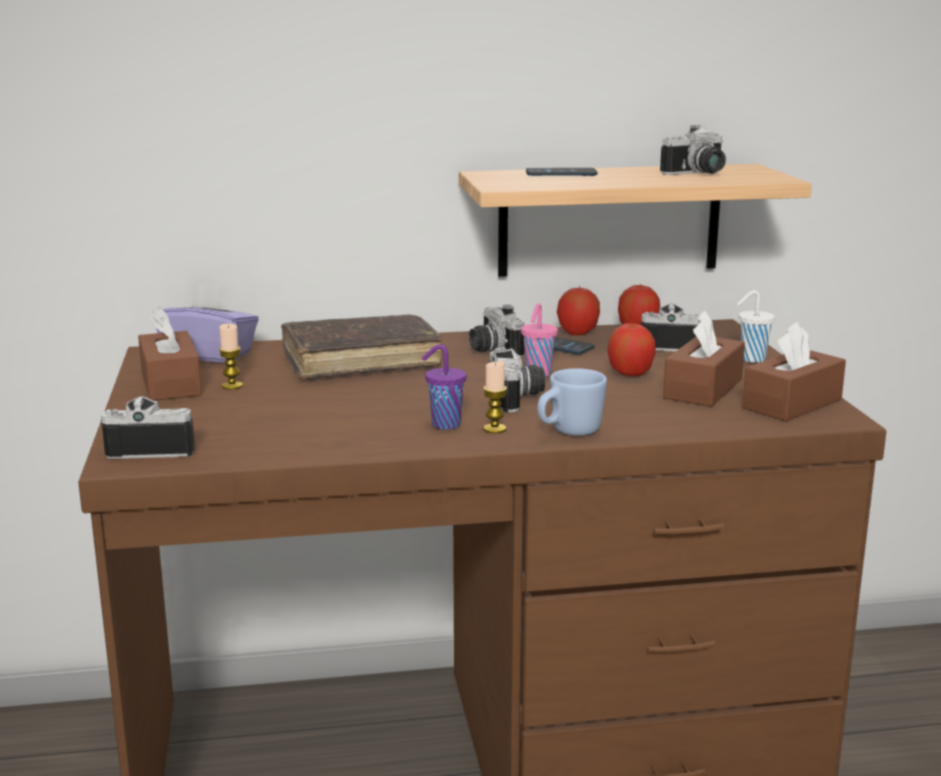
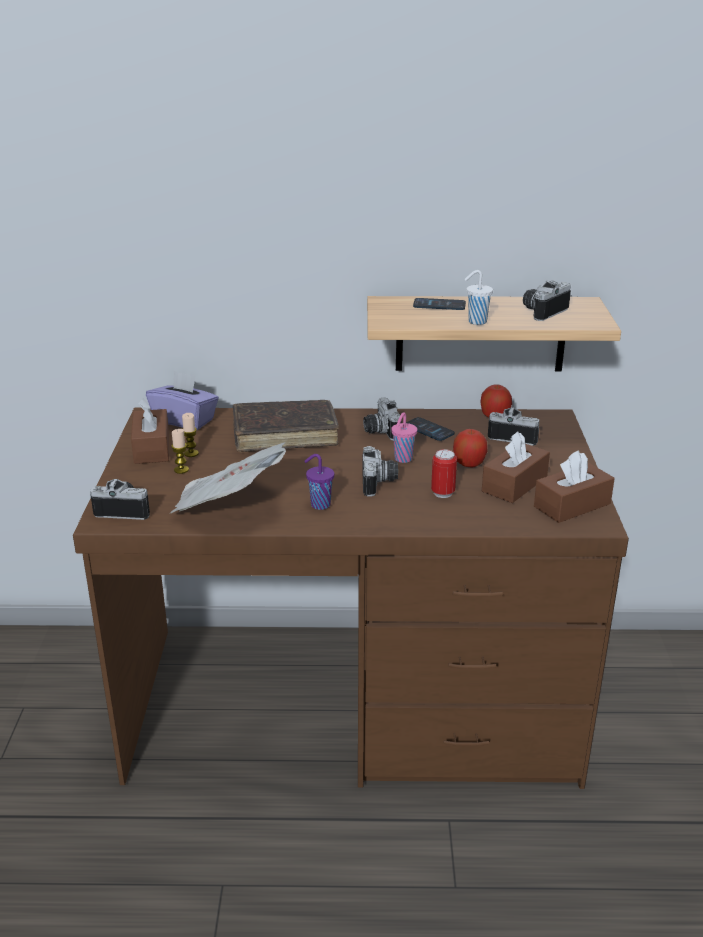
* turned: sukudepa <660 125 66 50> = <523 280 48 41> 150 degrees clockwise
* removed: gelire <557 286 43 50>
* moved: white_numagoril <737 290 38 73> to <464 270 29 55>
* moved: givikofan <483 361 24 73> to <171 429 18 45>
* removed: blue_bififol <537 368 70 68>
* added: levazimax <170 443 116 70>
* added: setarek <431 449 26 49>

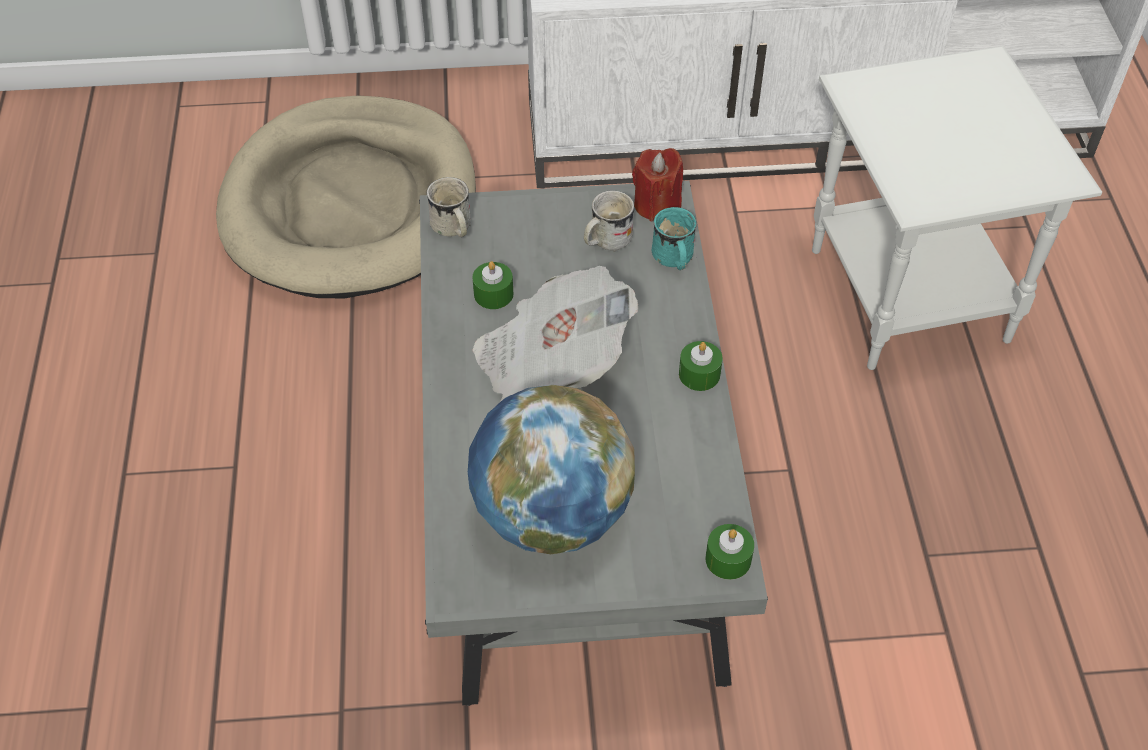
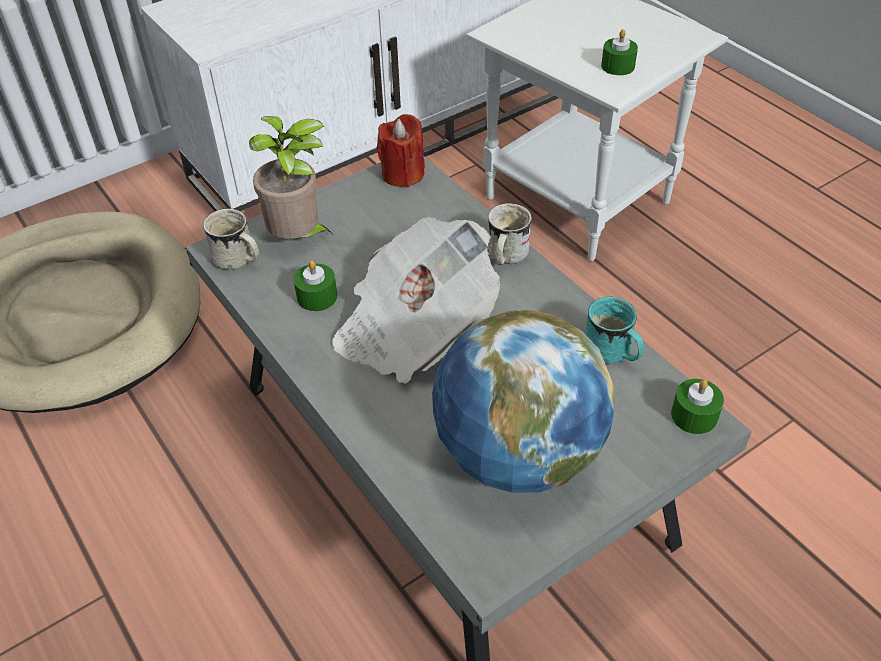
* moved: white_bififol <584 190 50 62> to <487 203 45 62>
* moved: turquoise_bififol <651 207 46 63> to <585 297 58 66>
* moved: green_givikofan <679 341 44 50> to <601 29 37 46>
* added: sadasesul <249 116 82 123>

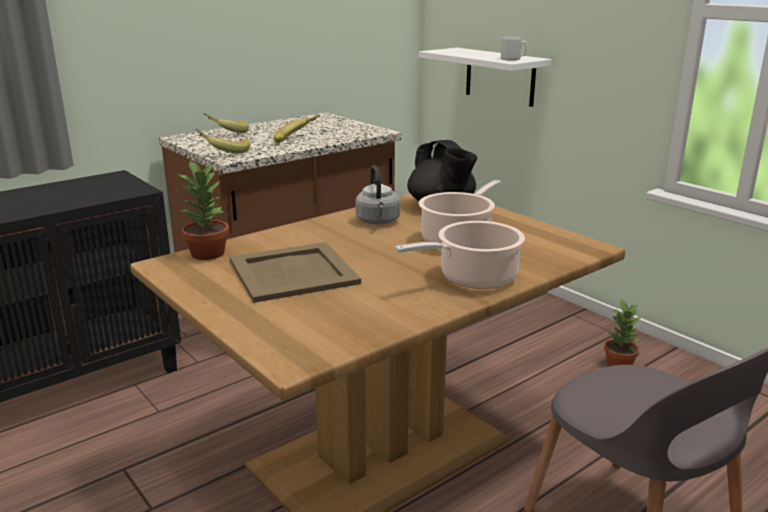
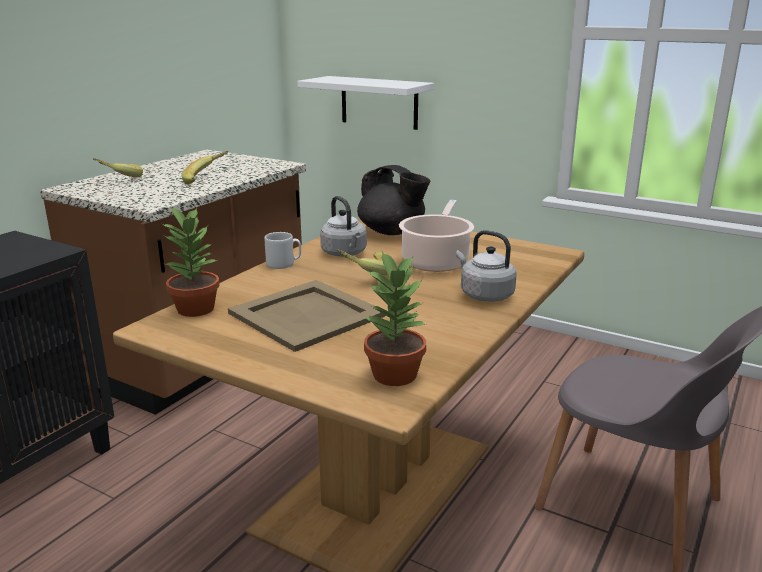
* moved: grey_bififol <501 37 26 24> to <264 232 37 37>
* moved: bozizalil <196 129 54 25> to <337 249 51 26>
* replaced: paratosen <395 221 130 68> to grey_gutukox <456 230 61 72>
* moved: sadasesul <604 299 37 67> to <363 251 63 135>

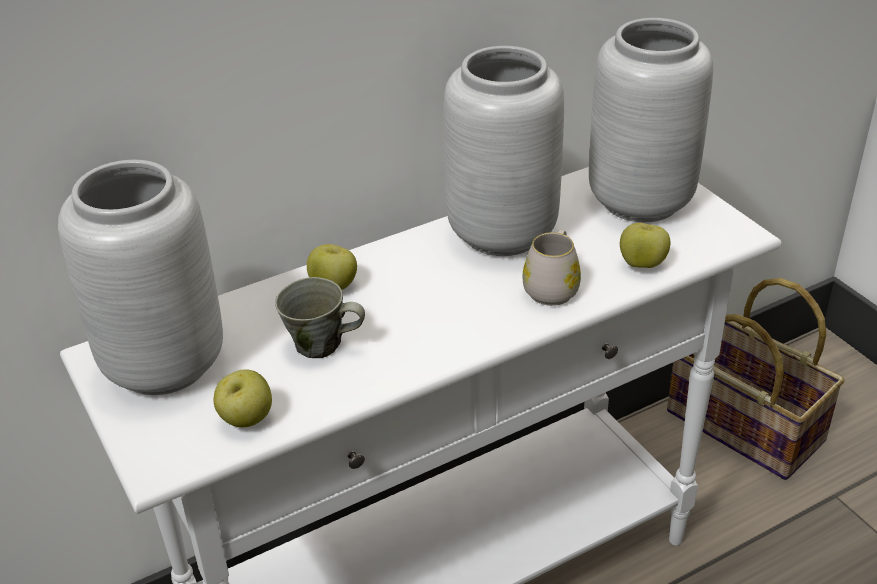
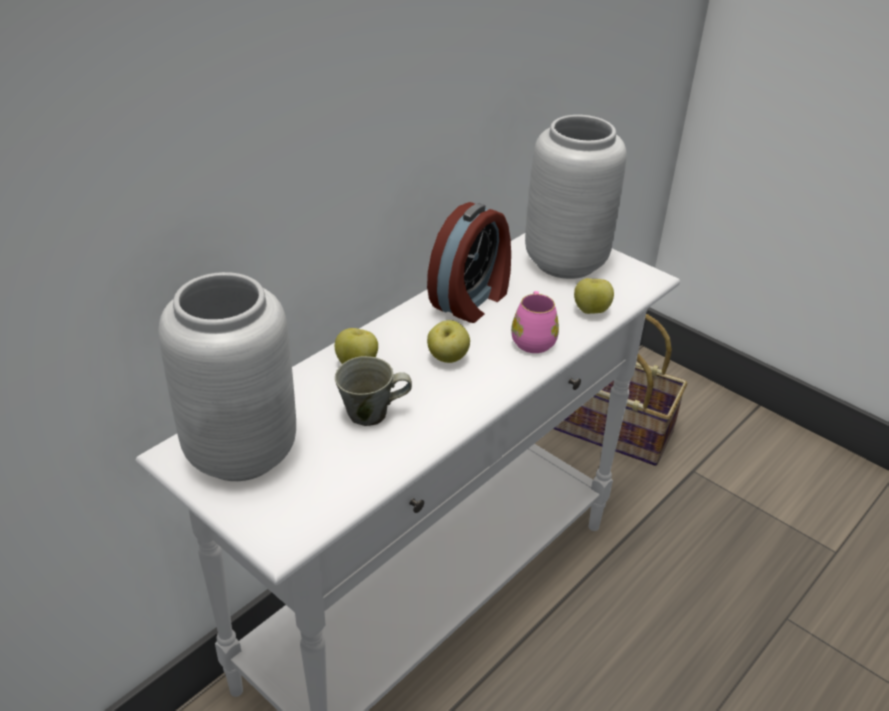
* replaced: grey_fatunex <443 46 121 210> to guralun <427 202 84 121>
* recoloured: white_bififol <522 230 59 76> to pink_bififol <511 291 48 62>
* moved: gelire <214 369 58 58> to <427 320 43 43>

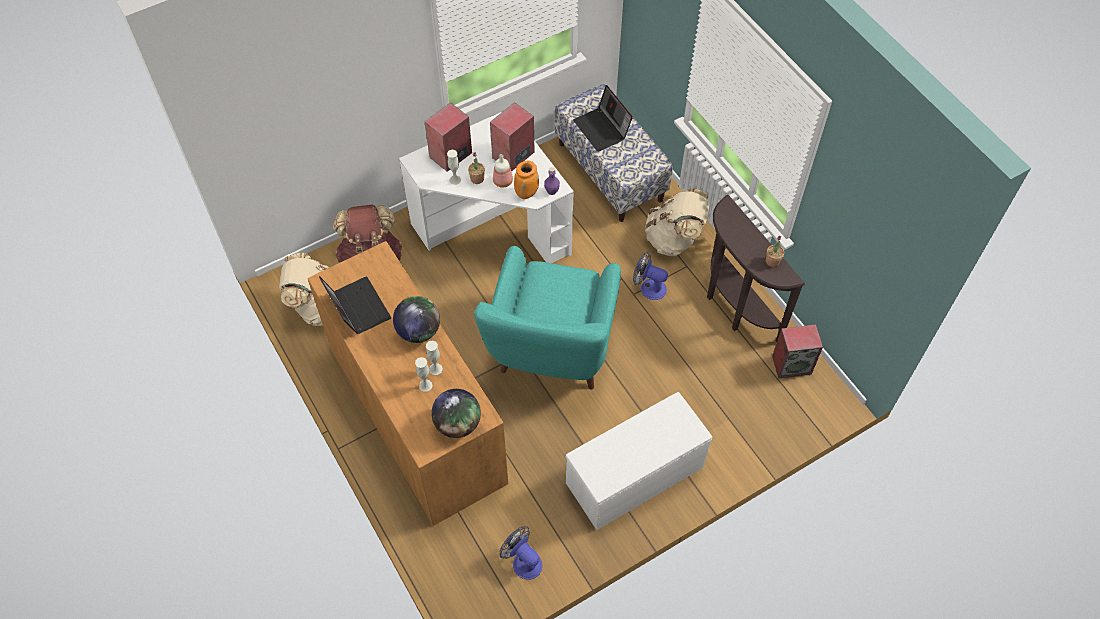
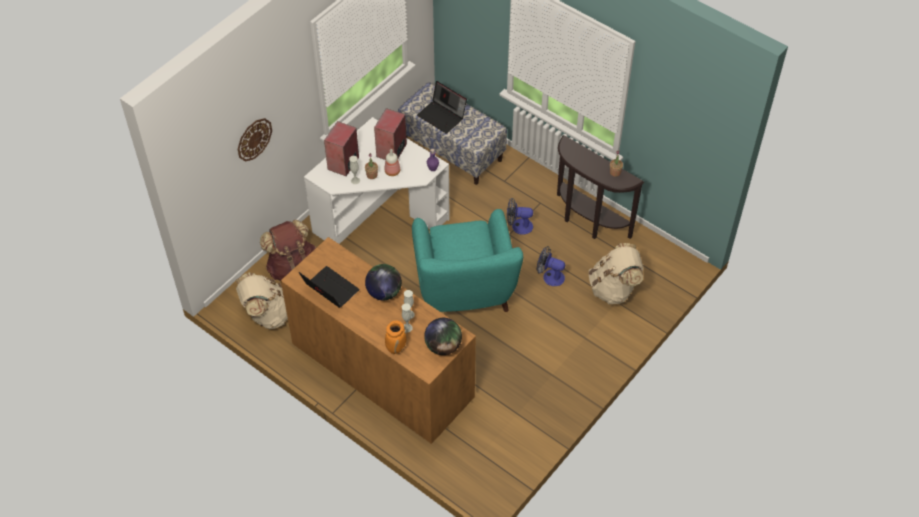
* moved: orange_fatunex <514 161 25 38> to <385 320 22 34>
* moved: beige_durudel <645 188 64 68> to <588 243 55 61>
* removed: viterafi <772 324 51 55>
* removed: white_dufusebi <566 392 146 138>
* moved: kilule <500 526 43 54> to <537 246 28 40>
* added: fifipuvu <238 118 34 44>

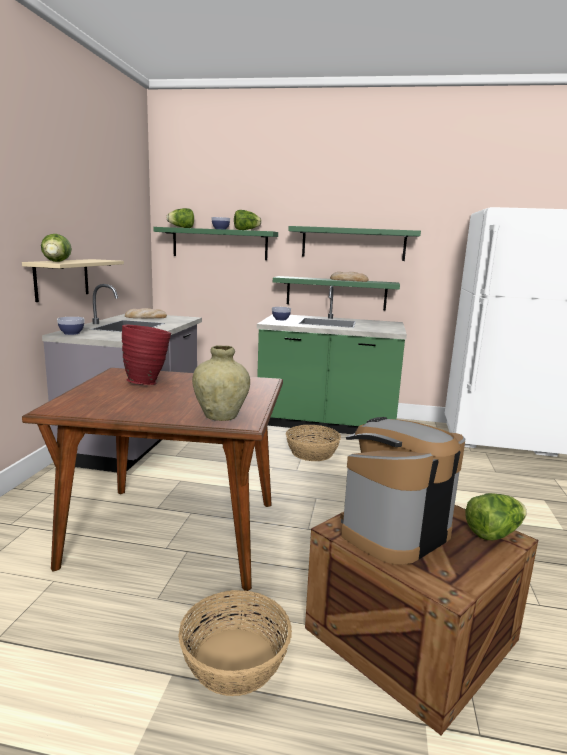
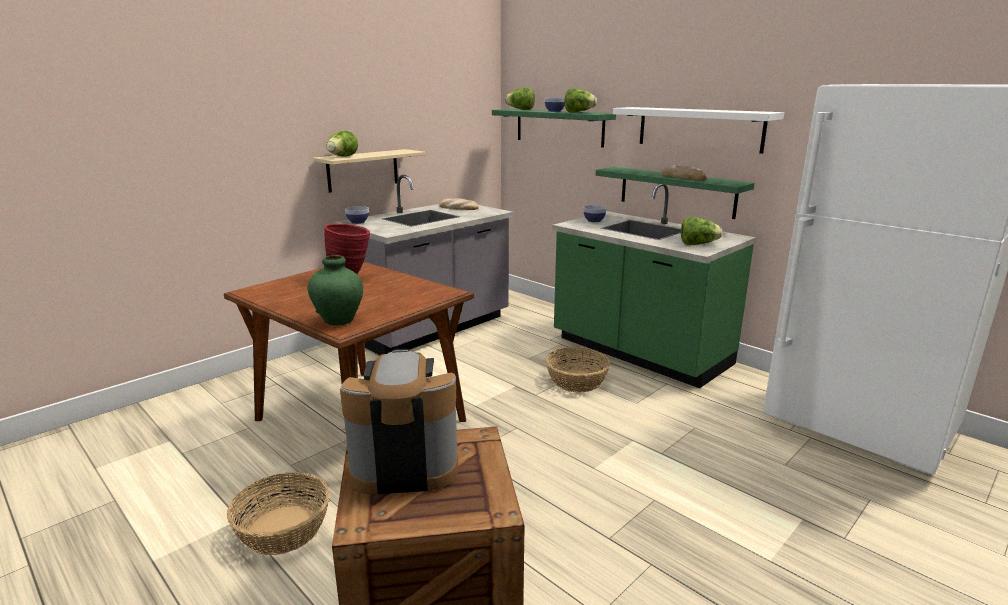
* recoloured: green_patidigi <288 226 133 35> to white_patidigi <613 107 171 47>
* recoloured: beige_fatunex <192 345 58 76> to green_fatunex <308 255 55 70>
* moved: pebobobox <465 493 62 47> to <681 217 41 28>

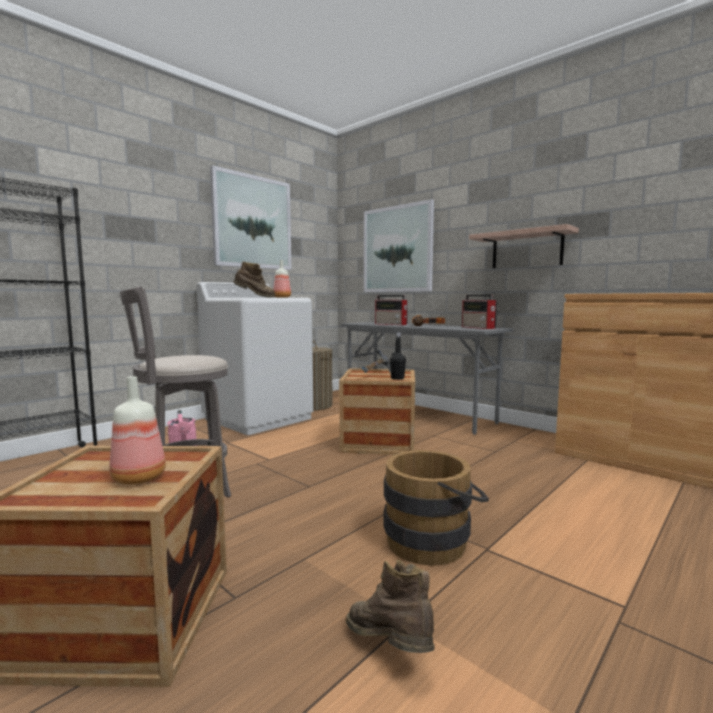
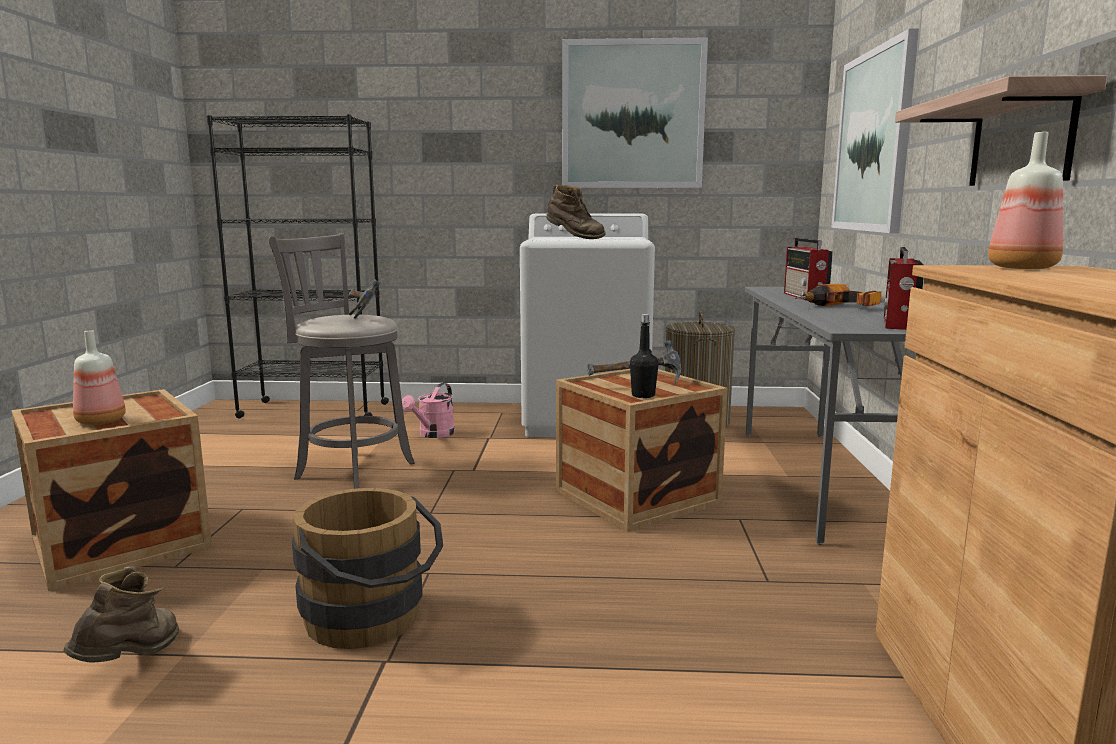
* moved: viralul <273 260 18 38> to <988 132 75 137>
* added: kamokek <348 279 33 40>

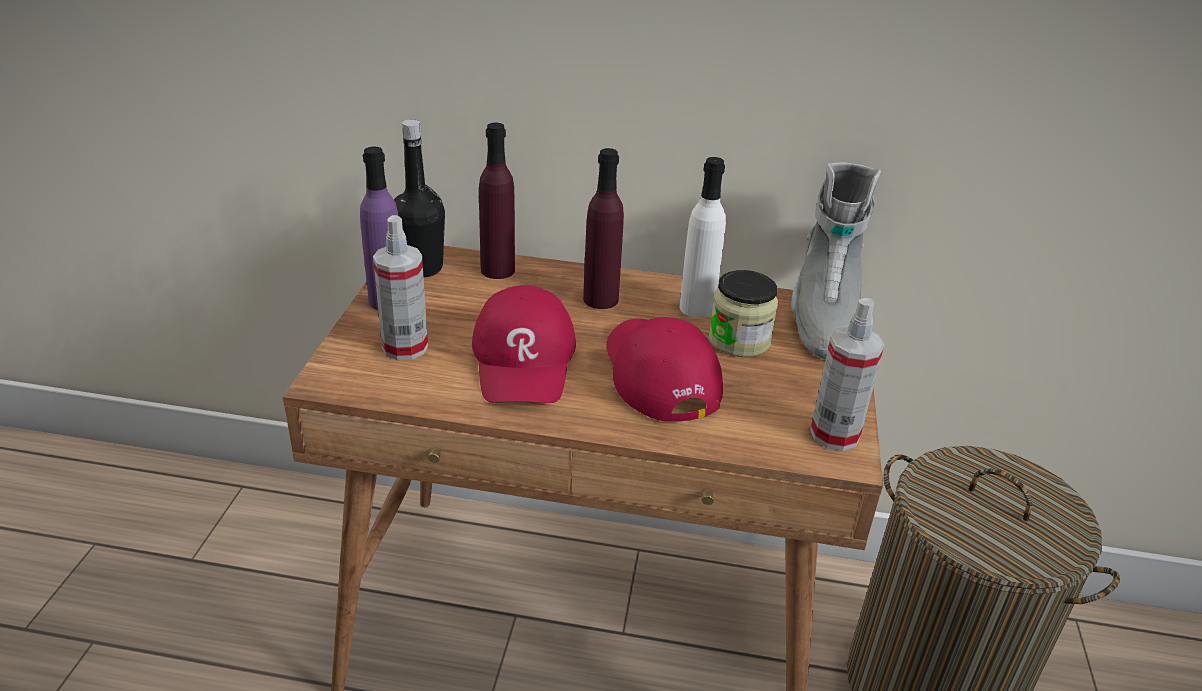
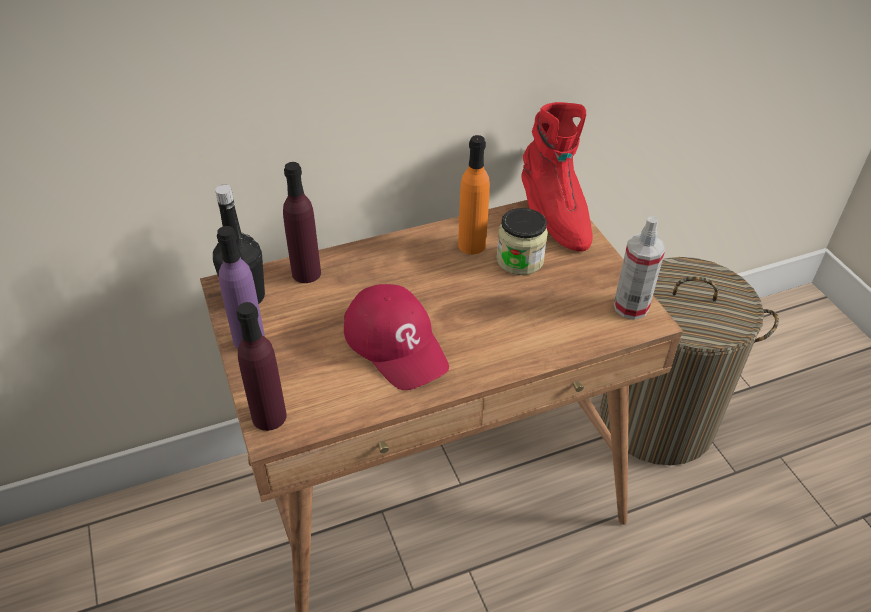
* moved: purple_viralul <583 148 41 161> to <236 302 51 129>
* recoloured: white_viralul <679 157 47 161> to orange_viralul <458 135 32 119>
* recoloured: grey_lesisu <791 163 90 196> to red_lesisu <521 102 72 150>
* removed: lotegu <373 215 55 145>
* removed: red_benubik <606 317 117 105>

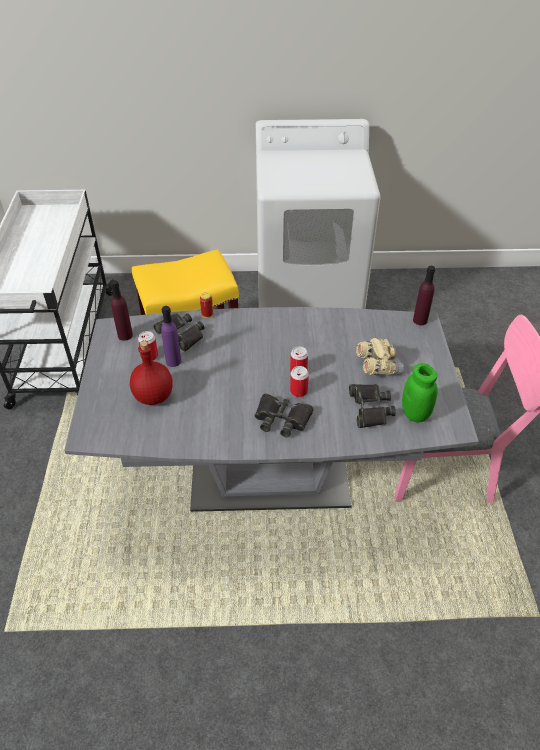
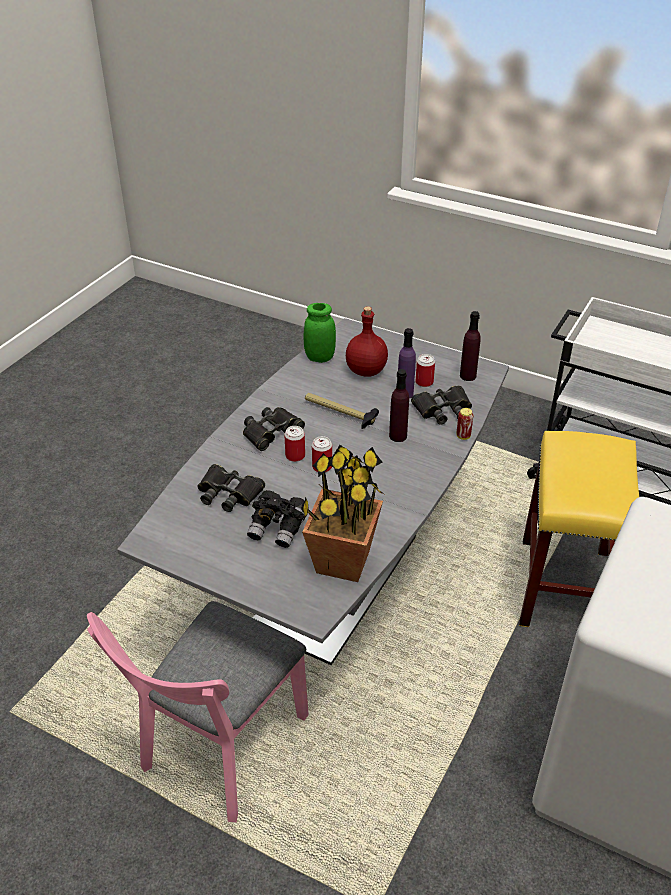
* moved: purple_viralul <413 266 22 59> to <389 369 20 73>
* recoloured: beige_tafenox <356 338 48 37> to black_tafenox <247 490 58 58>
* moved: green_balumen <402 363 36 59> to <303 303 33 60>
* added: kamokek <305 393 74 36>
* added: sadasesul <301 445 83 137>

